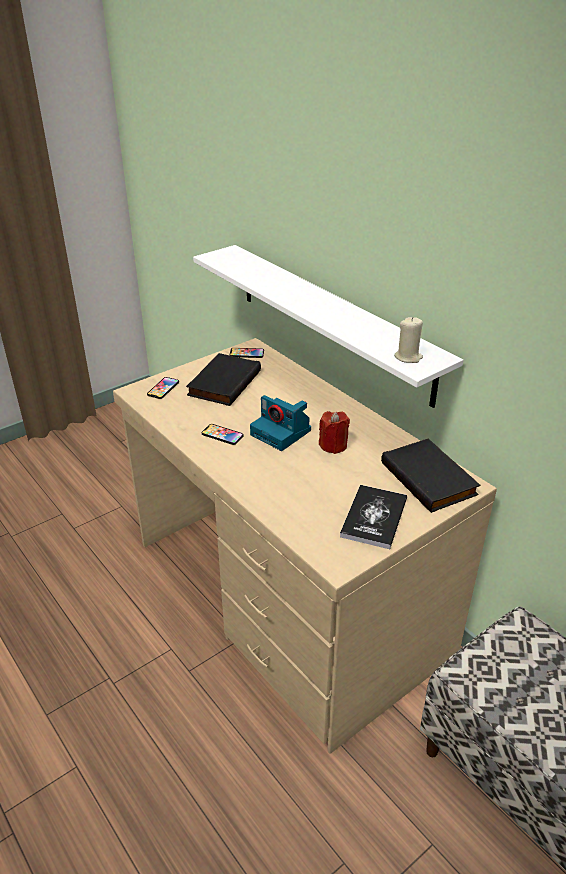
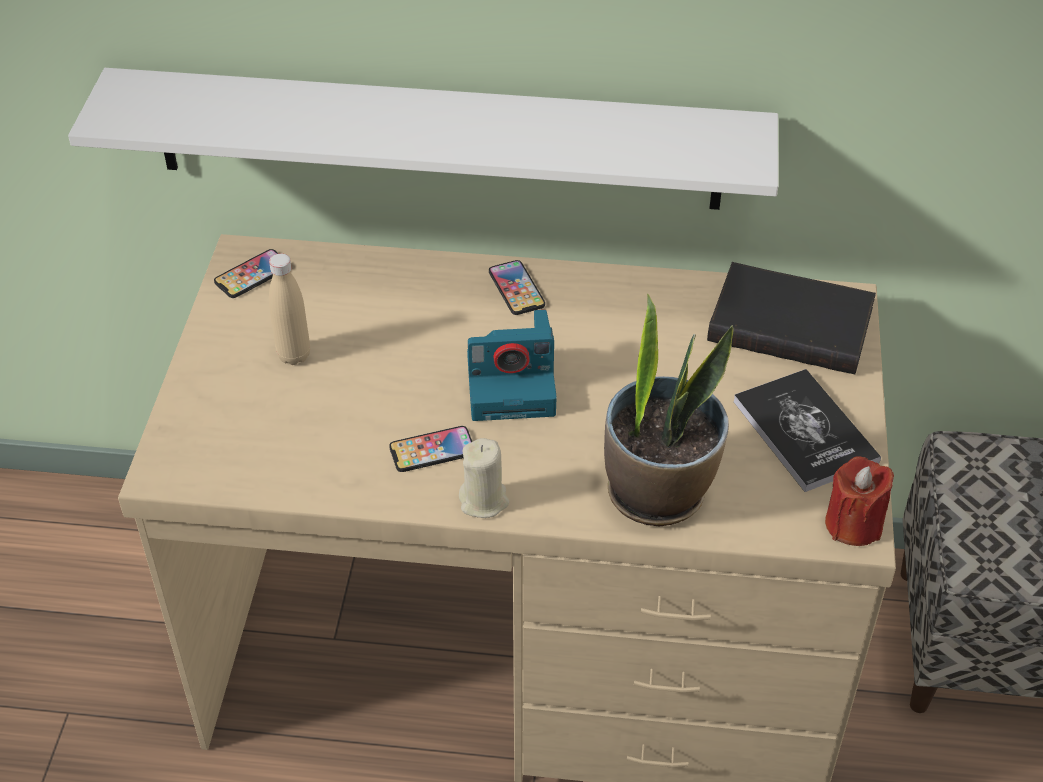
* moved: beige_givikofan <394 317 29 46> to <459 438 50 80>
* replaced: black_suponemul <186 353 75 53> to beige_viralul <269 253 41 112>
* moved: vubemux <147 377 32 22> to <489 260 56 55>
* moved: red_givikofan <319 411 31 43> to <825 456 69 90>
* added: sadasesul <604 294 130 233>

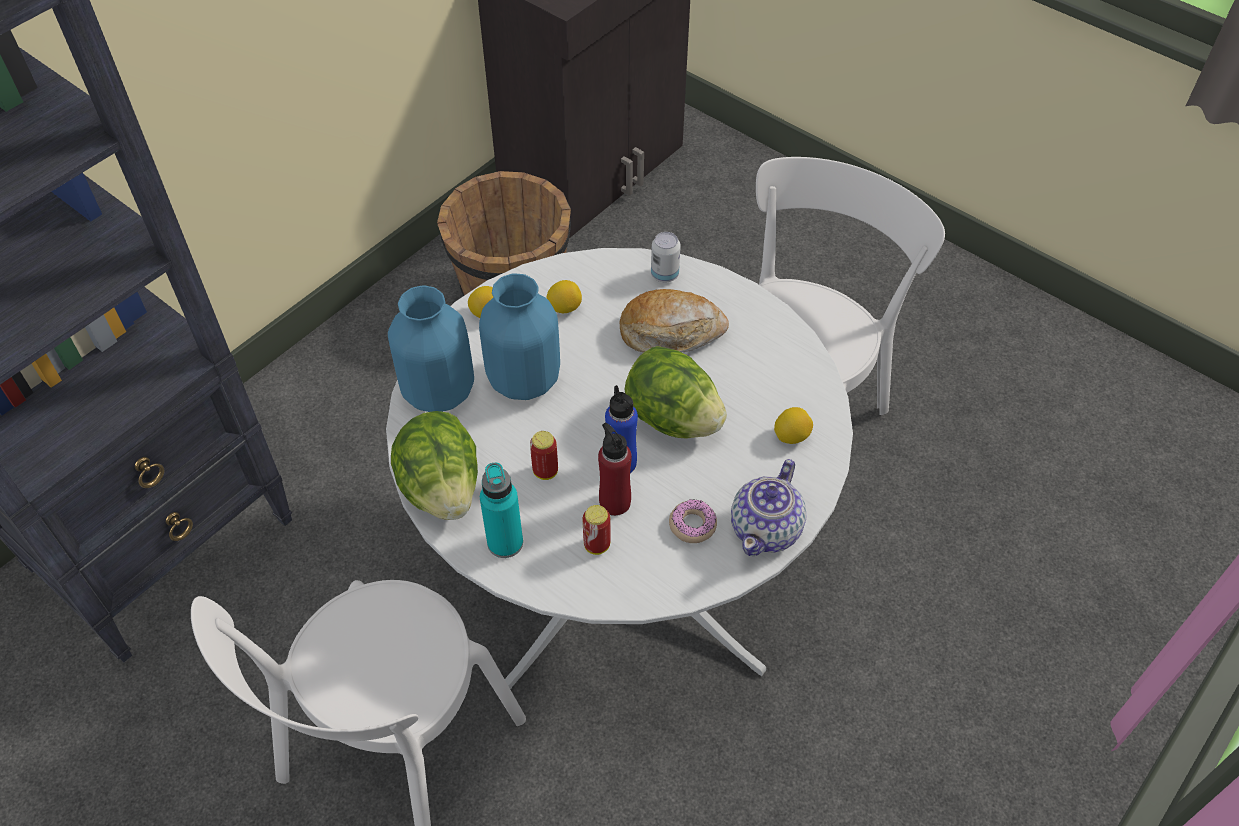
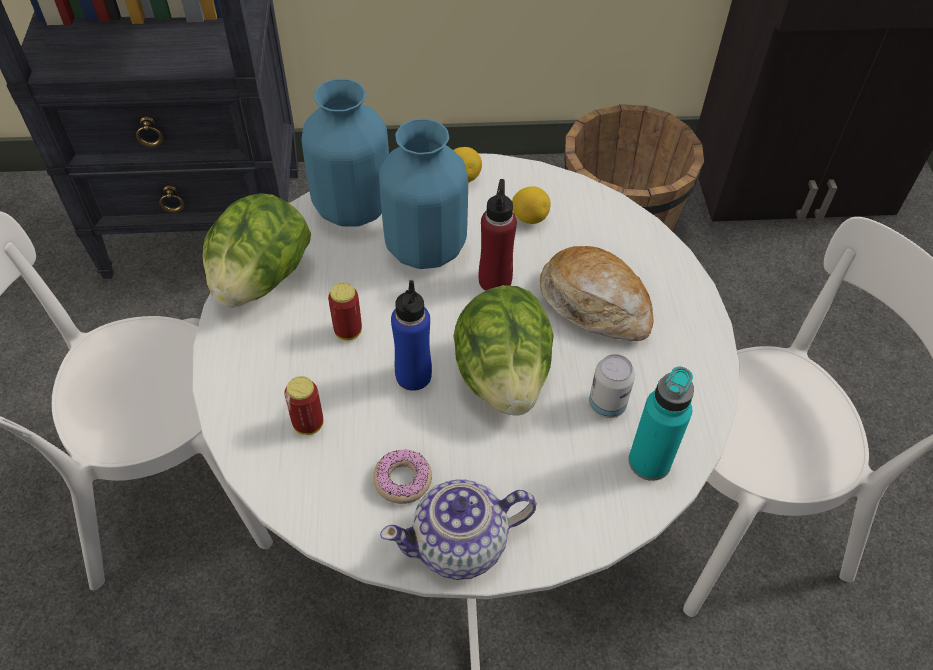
* moved: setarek <651 232 30 51> to <589 354 46 64>
* removed: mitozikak <774 407 39 37>
* moved: red_viralul <598 423 34 93> to <479 179 38 112>
* moved: turquoise_viralul <480 463 43 95> to <629 367 65 114>

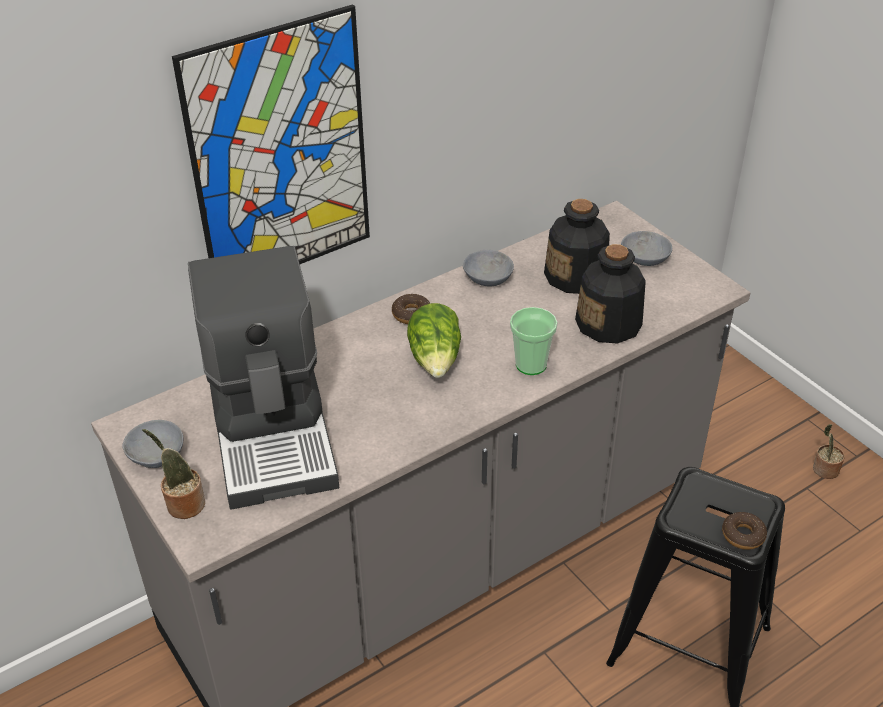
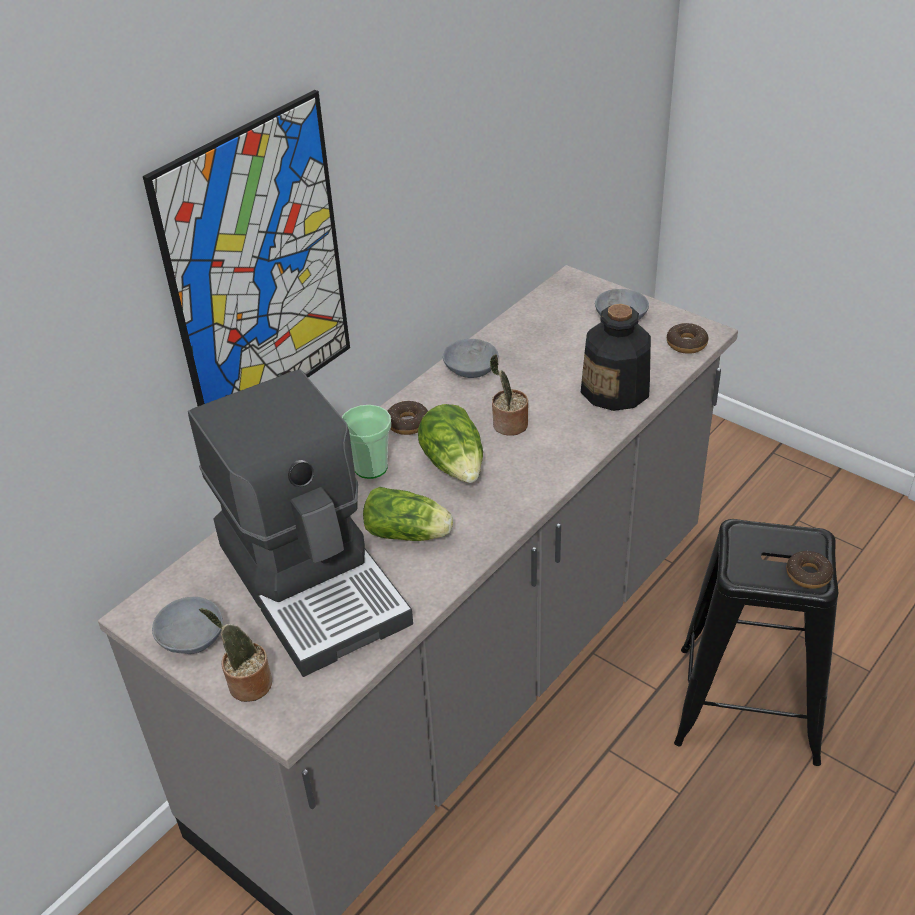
* removed: viralul <544 199 66 95>
* moved: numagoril <510 307 48 68> to <342 405 49 74>
* moved: sadasesul <813 424 32 55> to <489 354 39 82>
* added: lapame <667 323 41 31>
* added: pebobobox <363 487 90 54>

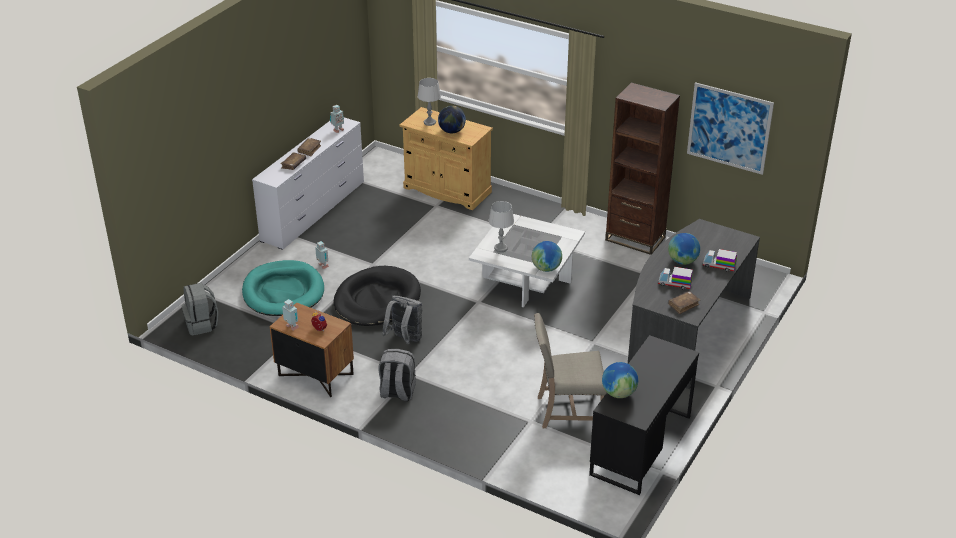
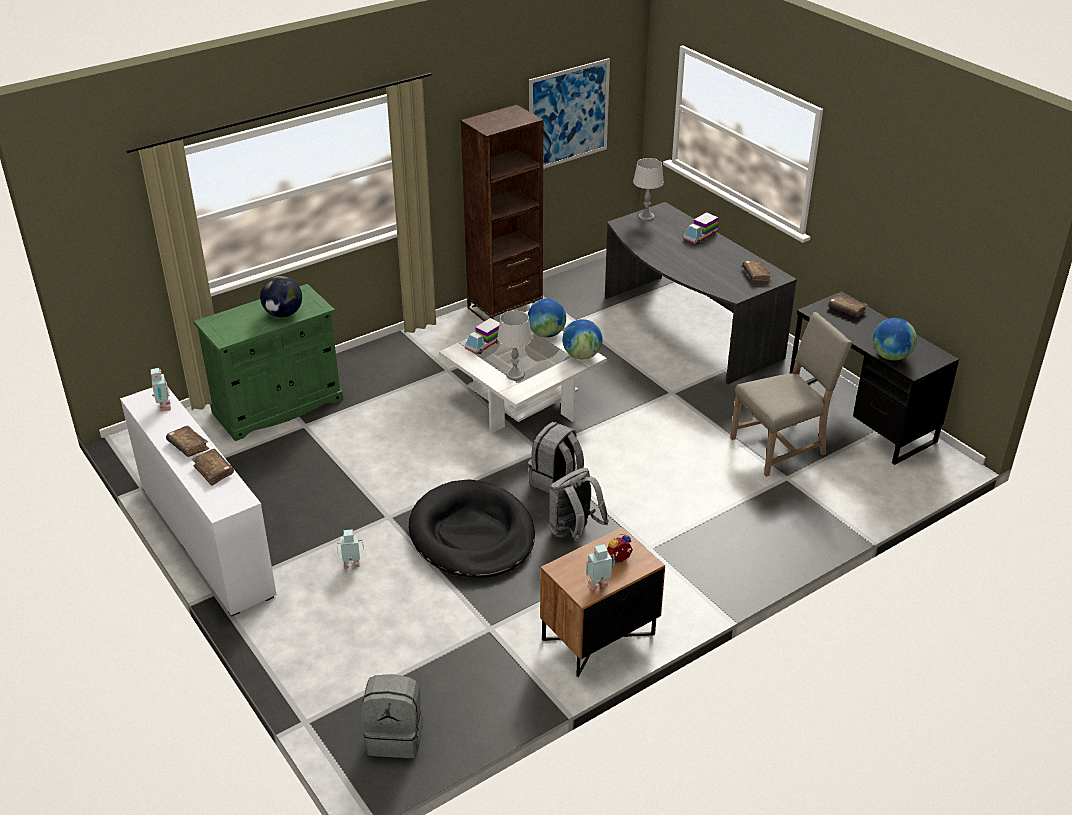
* moved: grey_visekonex <417 78 24 48> to <633 158 31 63>
* recoloured: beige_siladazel <400 107 93 103> to green_siladazel <193 284 150 157>
* moved: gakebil <668 233 32 32> to <528 298 38 40>
* removed: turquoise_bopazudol <242 260 82 56>
* moved: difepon <658 267 35 23> to <465 318 35 36>
* turned: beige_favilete <534 313 73 115> = <730 312 123 165> 135 degrees counterclockwise
* moved: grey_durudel <379 349 37 53> to <528 422 56 71>
* added: brown_suponemul <828 294 40 23>

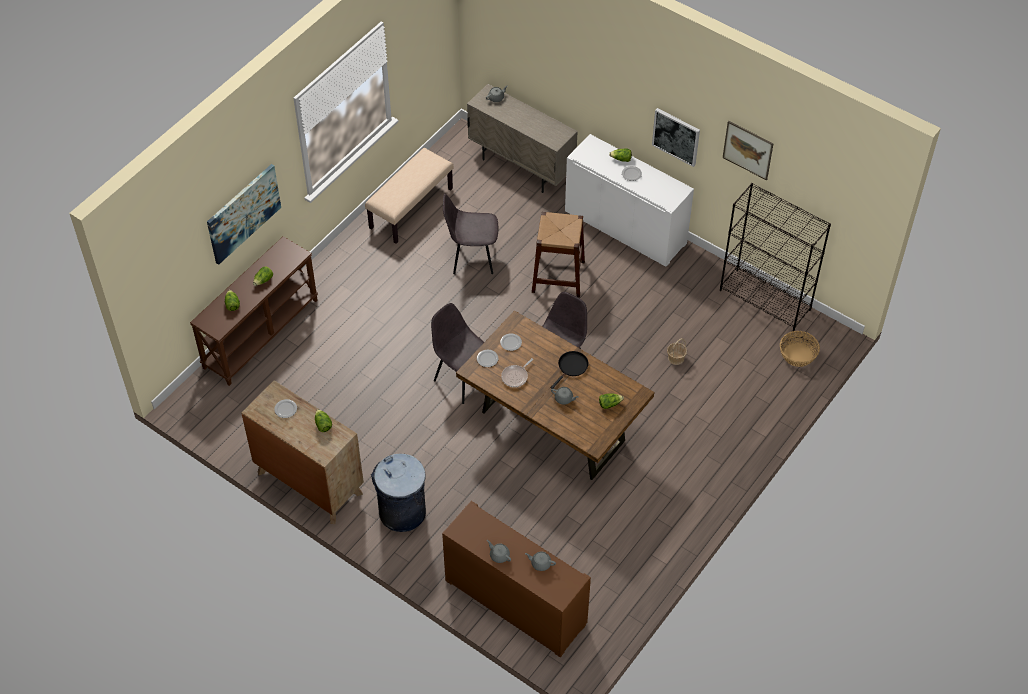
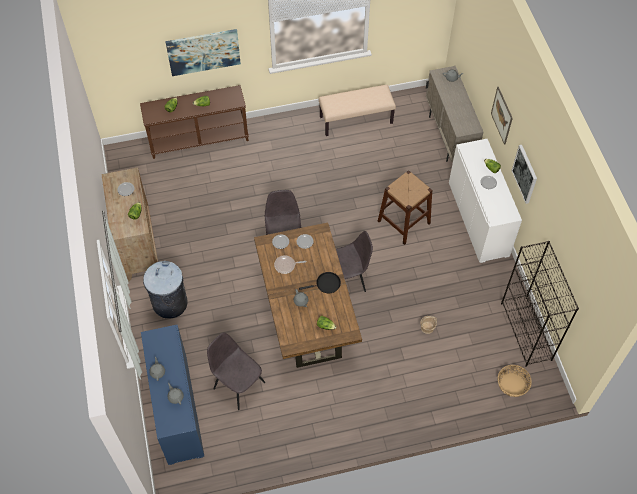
* moved: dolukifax <723 121 51 59> to <491 87 22 58>
* moved: grey_favilete <443 194 55 80> to <207 333 58 77>
* recoloured: brown_siladazel <442 501 149 156> to blue_siladazel <141 325 63 140>

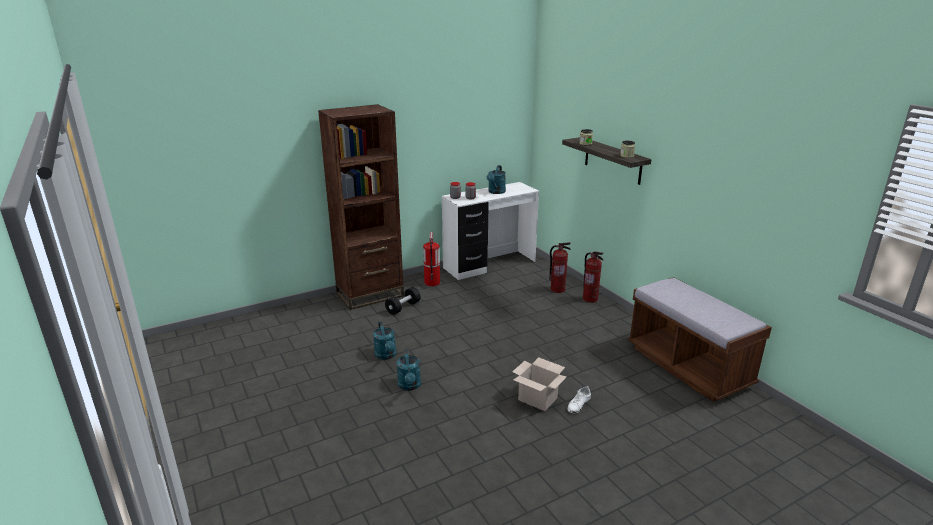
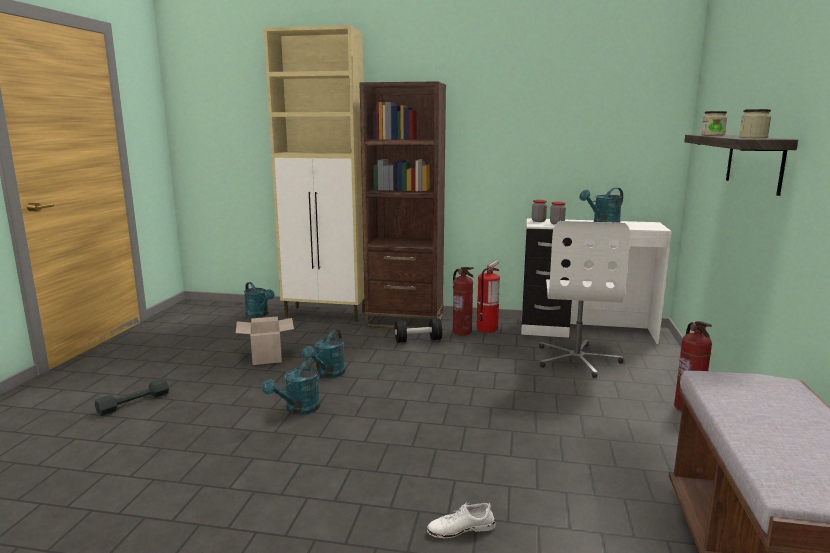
* moved: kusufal <549 242 22 51> to <453 267 21 69>
* moved: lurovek <512 357 55 54> to <236 316 58 49>
* added: beige_siladazel <264 25 101 297>
* added: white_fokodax <539 221 91 157>
* added: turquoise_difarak <244 282 30 35>
* added: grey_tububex <95 378 74 38>

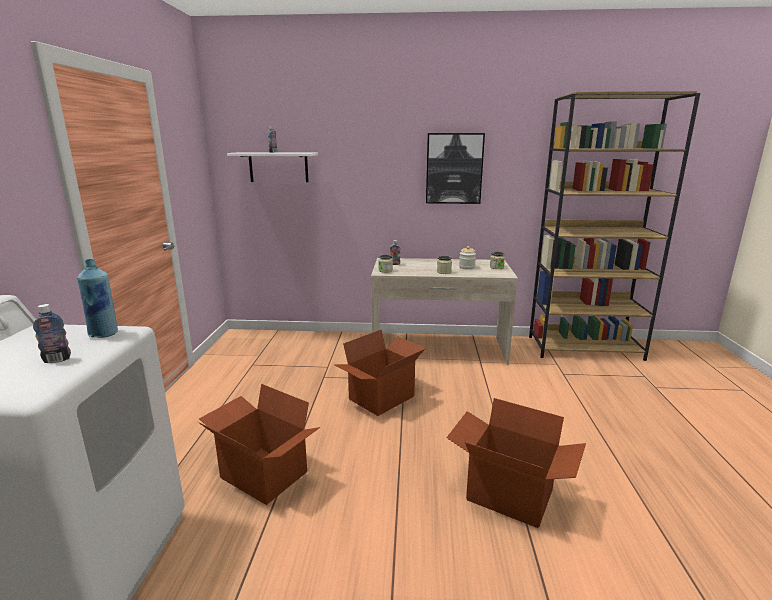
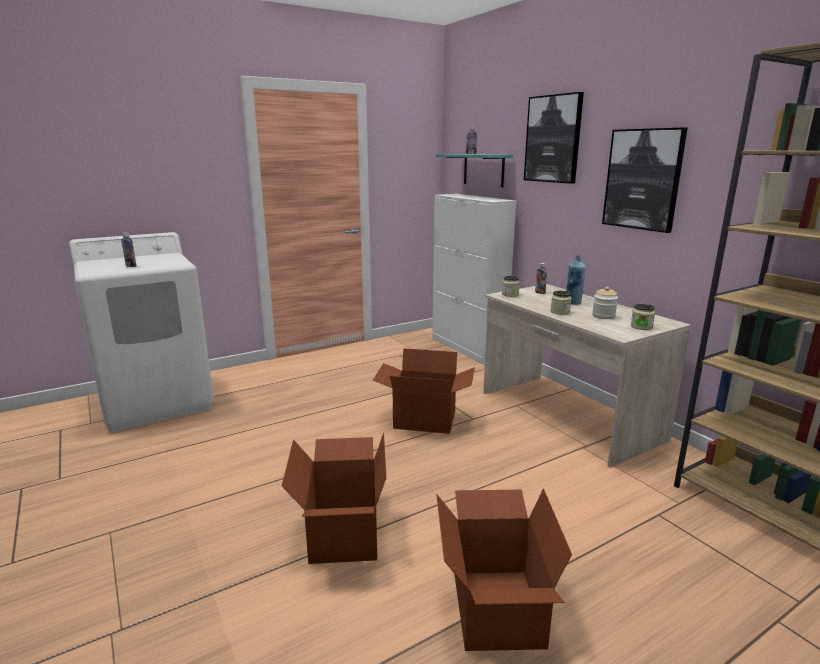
* recoloured: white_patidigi <227 152 91 30> to turquoise_patidigi <435 154 78 33>
* moved: blue_viralul <77 259 41 79> to <566 255 20 50>
* moved: lurovek <198 384 122 121> to <436 489 136 162>
* added: dolukifax <524 92 60 92>
* added: white_siladazel <432 194 84 171>

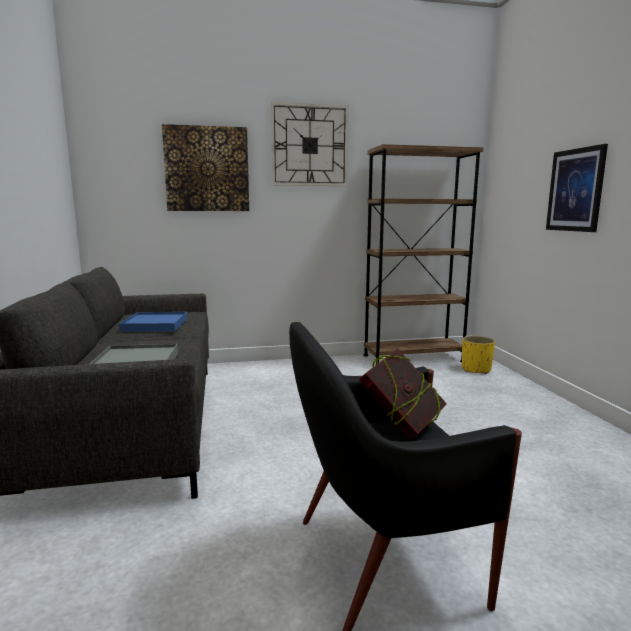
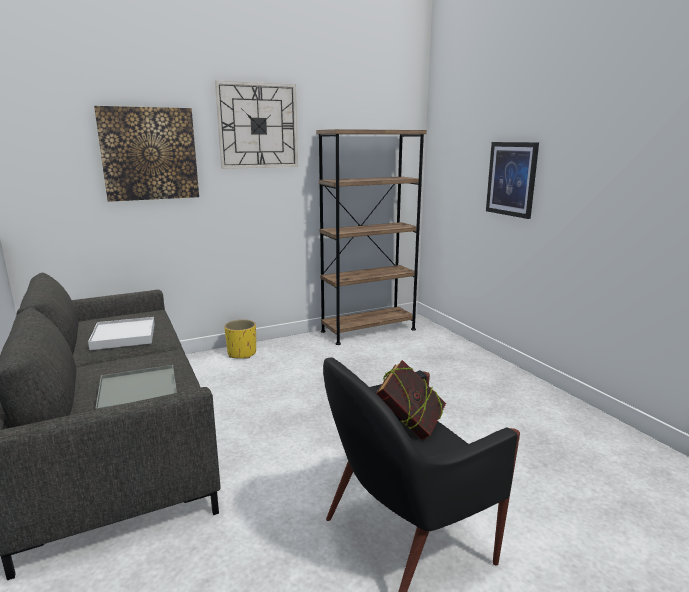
* recoloured: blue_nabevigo <119 312 68 20> to white_nabevigo <88 317 67 33>
* moved: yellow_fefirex <462 336 33 38> to <224 319 32 40>

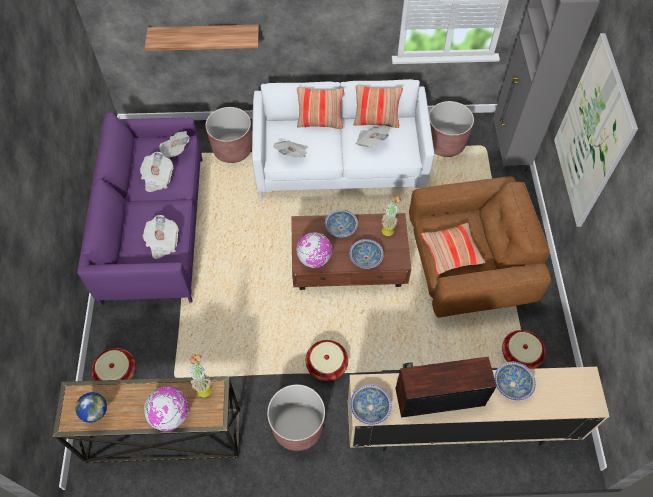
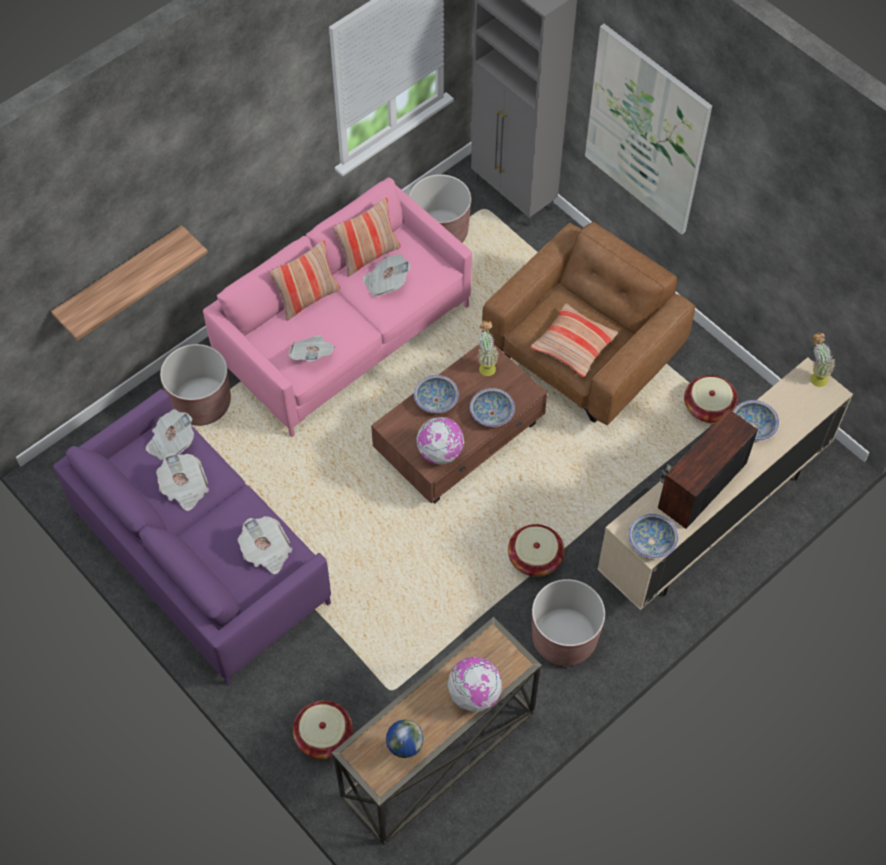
* recoloured: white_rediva <252 79 182 119> to pink_rediva <203 178 269 259>
* moved: sadasesul <189 354 23 43> to <810 332 25 55>

